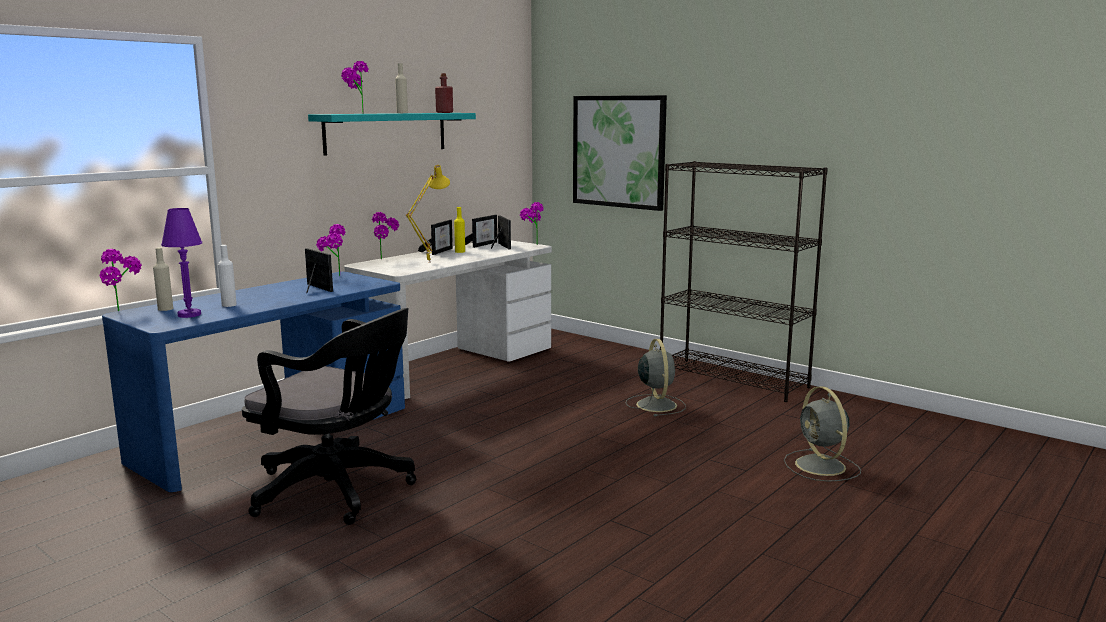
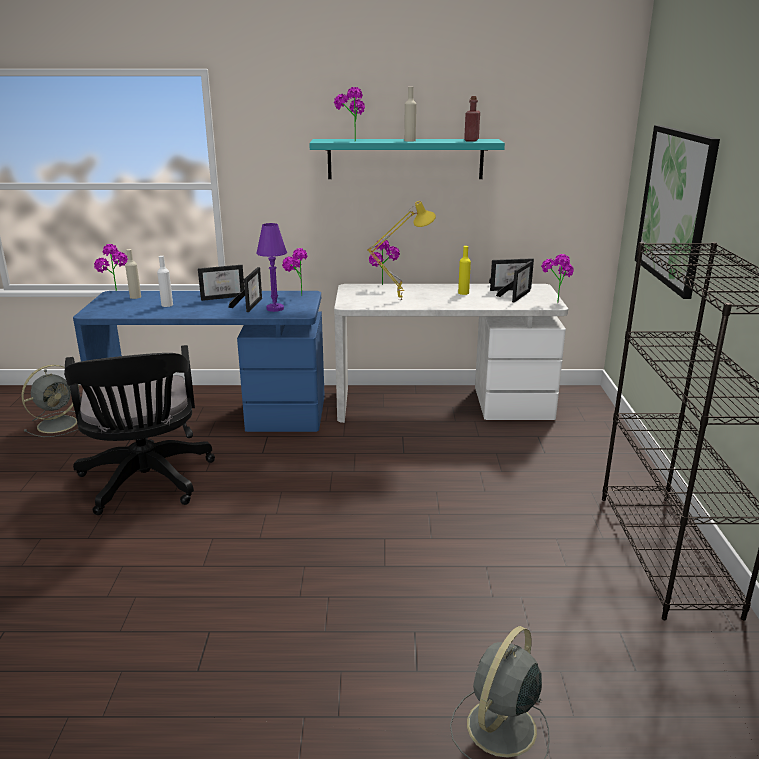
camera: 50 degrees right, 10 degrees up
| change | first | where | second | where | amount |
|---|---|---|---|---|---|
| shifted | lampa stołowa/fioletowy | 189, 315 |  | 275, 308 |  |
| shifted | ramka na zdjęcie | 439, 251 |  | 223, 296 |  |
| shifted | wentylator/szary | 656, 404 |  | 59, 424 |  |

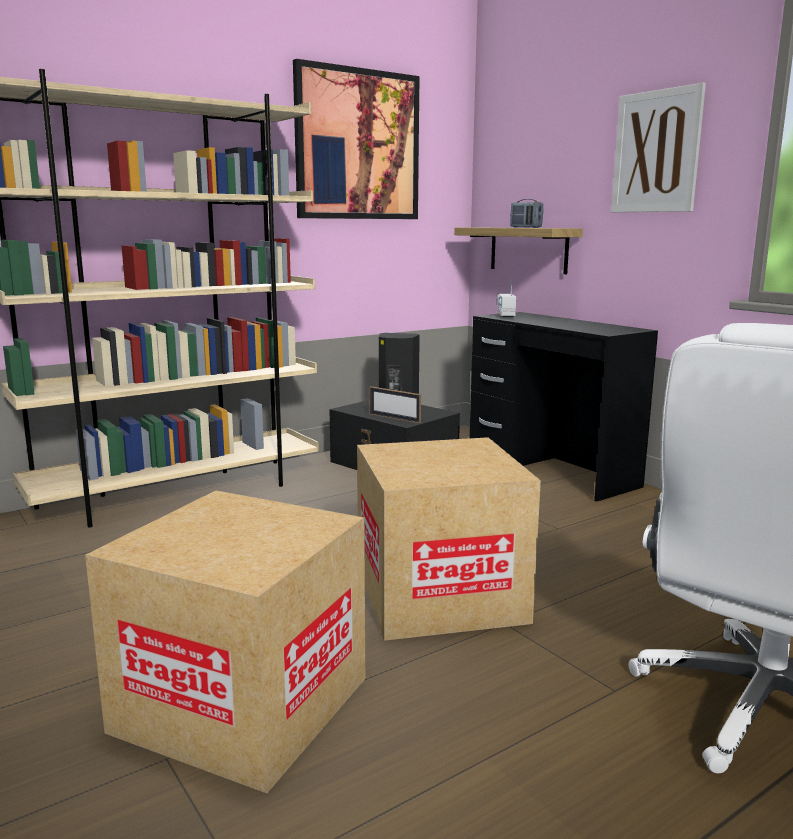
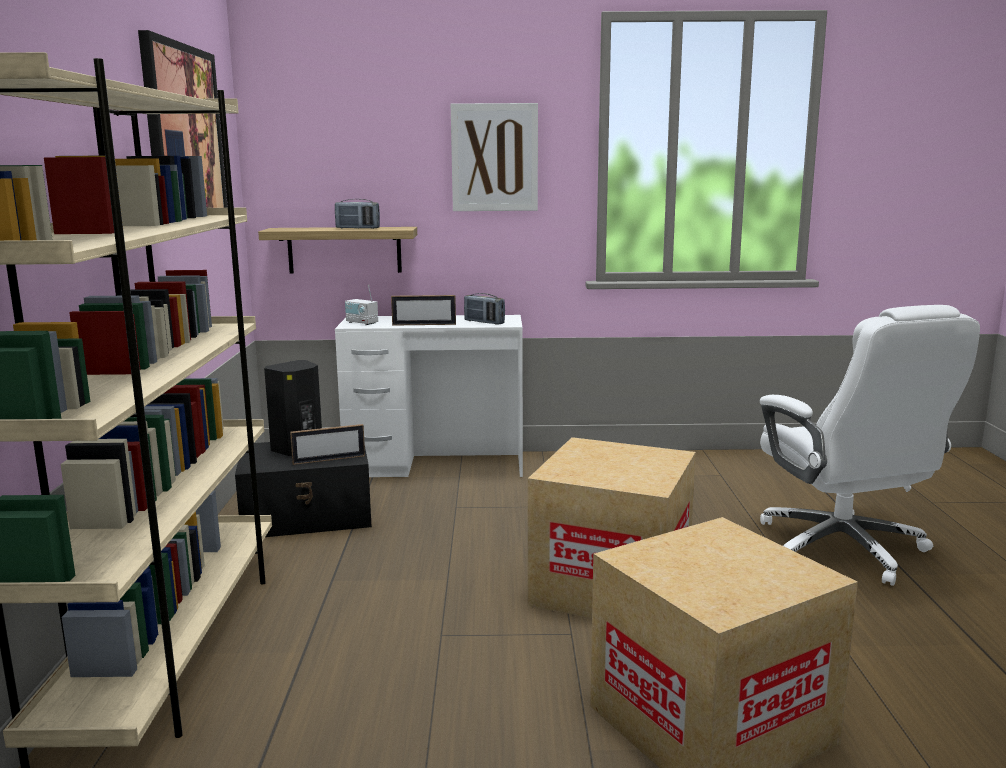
camera: 55 degrees left, 0 degrees up
| change | first | where | second | where | amount |
|---|---|---|---|---|---|
| repainted | biurko/czarny | 551, 469 | biurko/biały | 435, 465 |  |
| new |  |  | ramka na zdjęcie | 424, 324 |  |
| new |  |  | radio | 484, 322 |  |

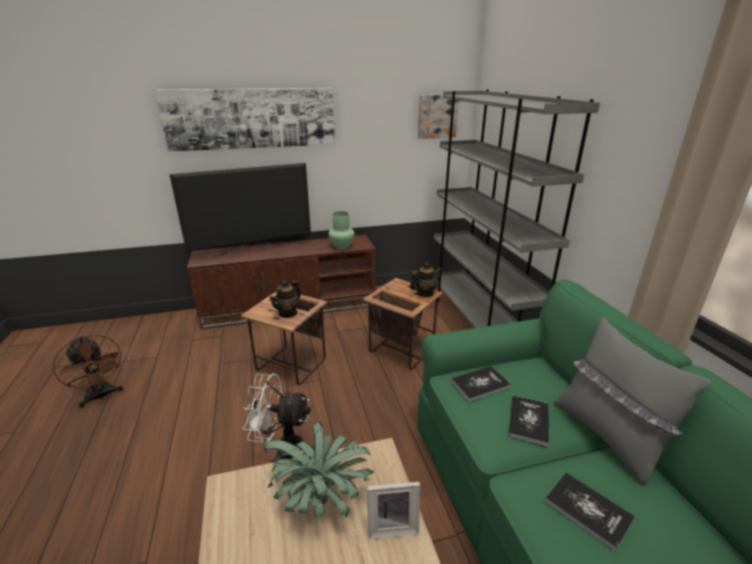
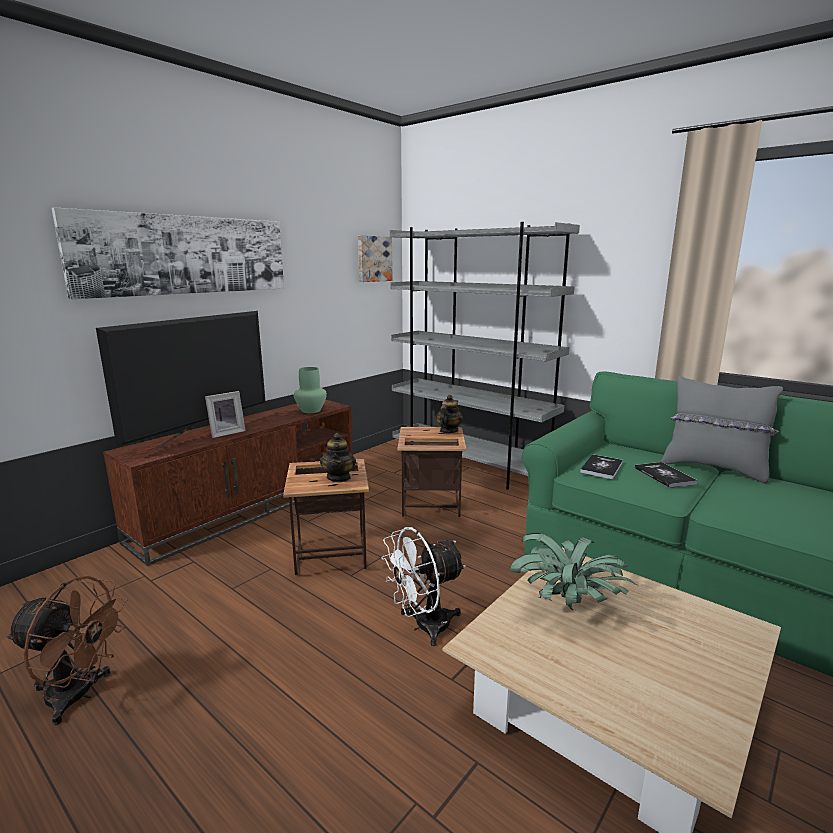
camera: 35 degrees left, 10 degrees down
| change | first | where | second | where | amount |
|---|---|---|---|---|---|
| shifted | ramka na zdjęcie | 392, 526 |  | 226, 433 |  |
| gone | książka | 588, 510 |  |  |  |

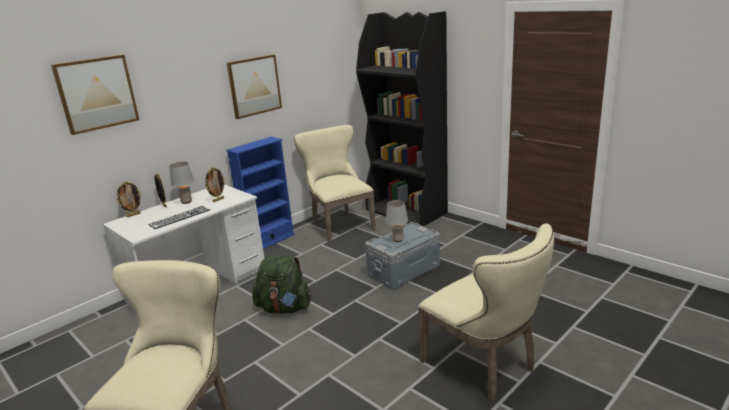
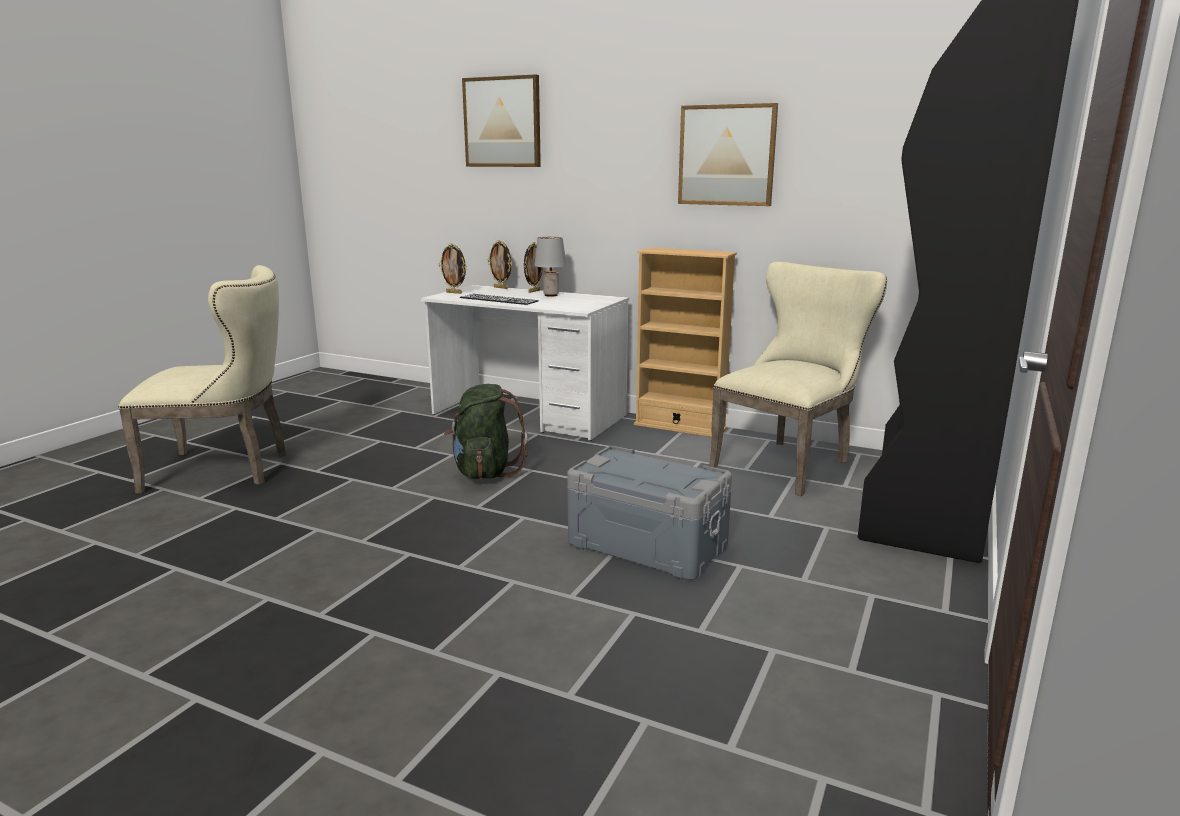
camera: 70 degrees right, 5 degrees down
| change | first | where | second | where | amount |
|---|---|---|---|---|---|
| shifted | ramka na zdjęcie | 218, 200 |  | 454, 293 |  |
| repainted | regał/niebieski | 269, 241 | regał/beżowy | 680, 427 |  |
| gone | lampa stołowa/szary | 398, 240 |  |  |  |
| gone | krzesło/beżowy | 484, 367 |  |  |  |

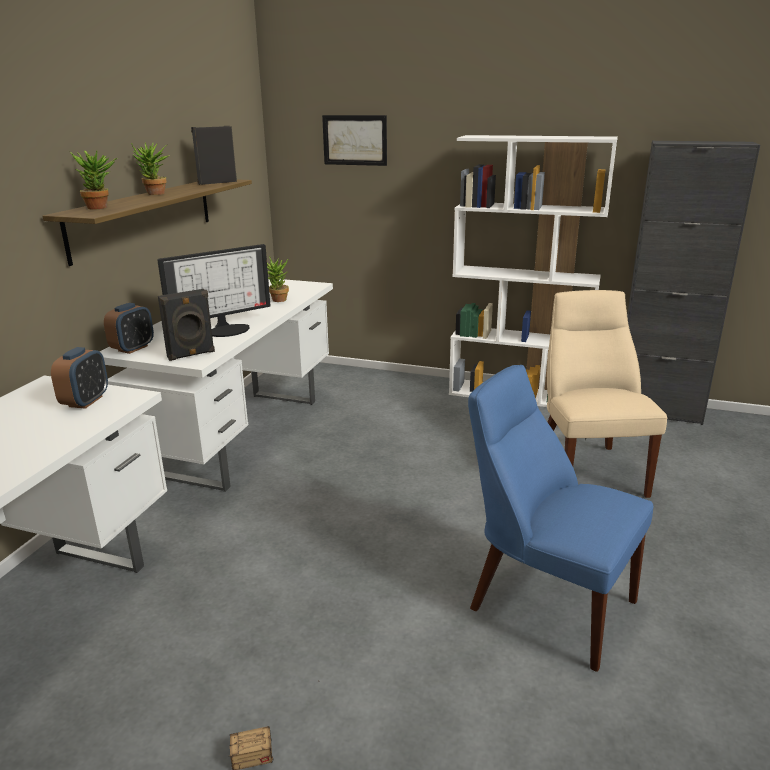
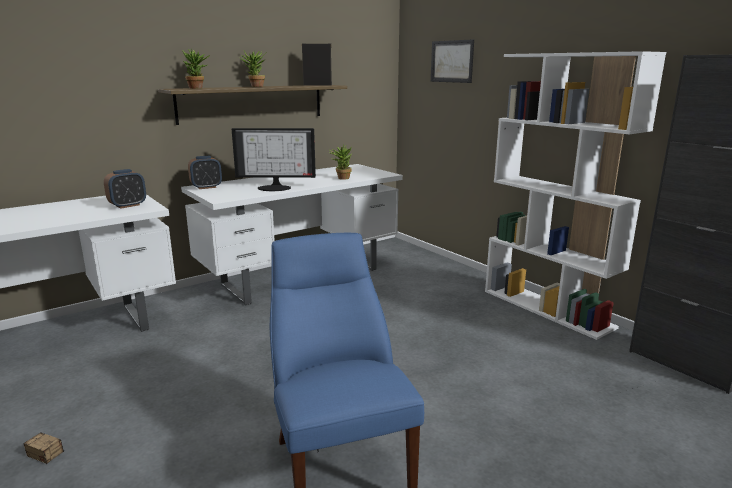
camera: 35 degrees right, 5 degrees down
| change | first | where | second | where | amount |
|---|---|---|---|---|---|
| gone | głośnik/czarny | 191, 355 |  |  |  |
| gone | krzesło/beżowy | 587, 469 |  |  |  |

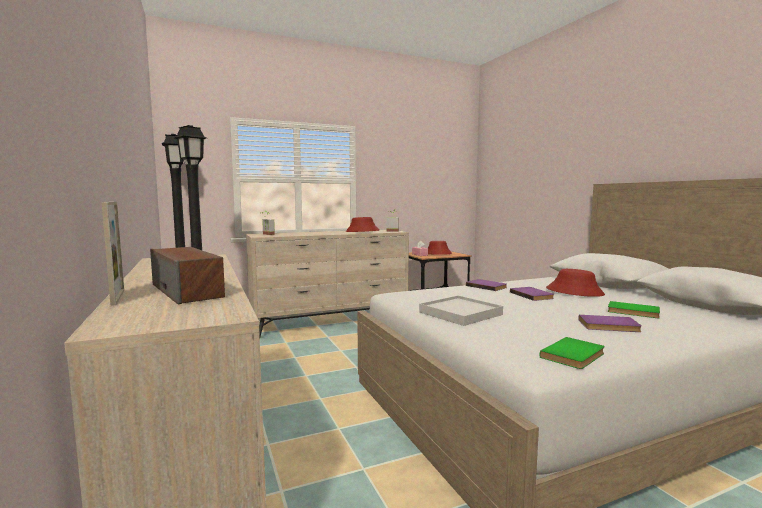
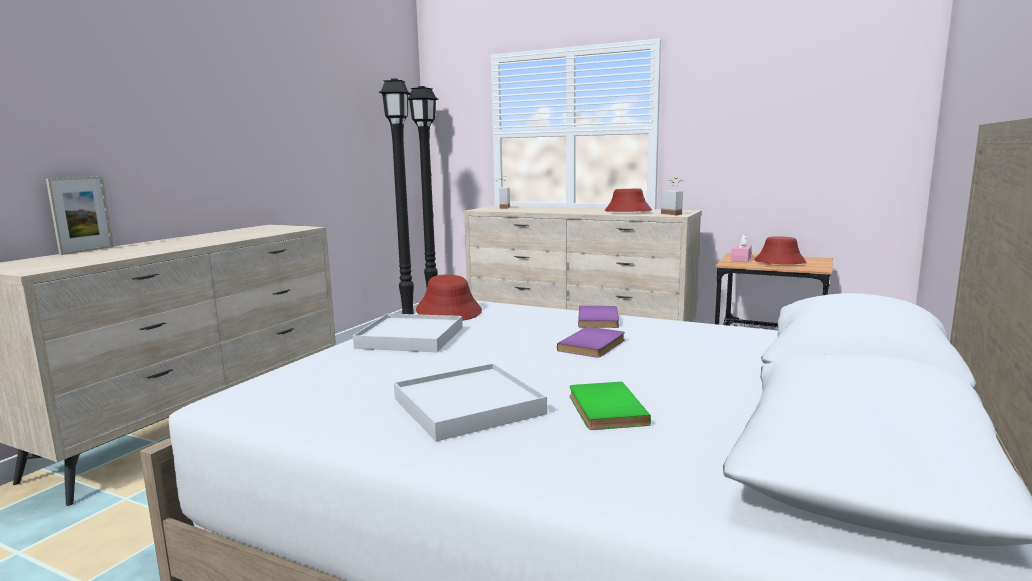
camera: 50 degrees right, 5 degrees up
| change | first | where | second | where | amount |
|---|---|---|---|---|---|
| gone | głośnik | 187, 290 |  |  |  |
| gone | książka/zielony | 575, 356 |  |  |  |
| shifted | kapelusz/czerwony | 574, 292 |  | 449, 311 |  |
| swapped | książka/fioletowy | 609, 326 | taca/biały | 467, 406 |  |

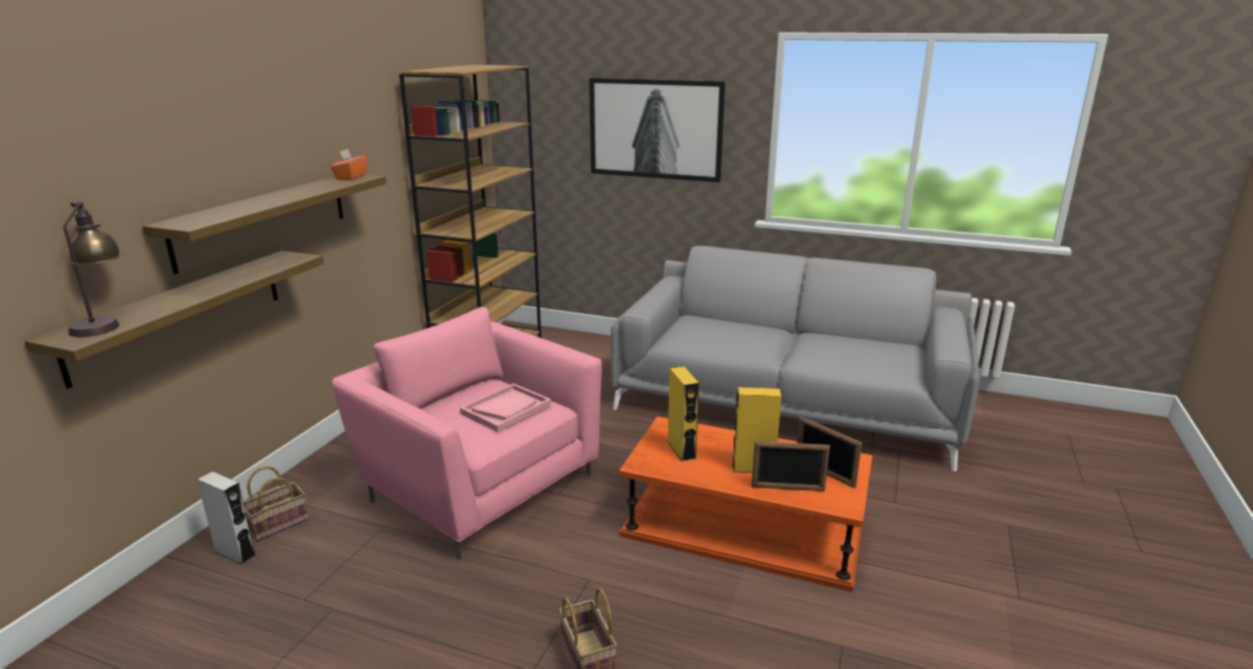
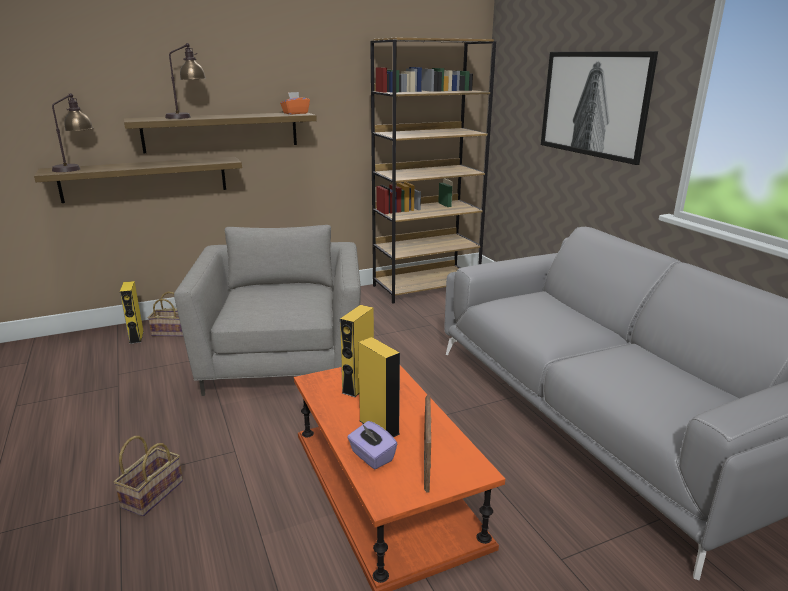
camera: 45 degrees right, 0 degrees up
| change | first | where | second | where | amount |
|---|---|---|---|---|---|
| repainted | głośnik/szary | 235, 553 | głośnik/żółty | 136, 337 |  |
| repainted | fotel/różowy | 479, 485 | fotel/szary | 283, 361 |  |
| gone | taca/różowy | 506, 409 |  |  |  |
| swapped | ramka na zdjęcie | 787, 488 | pudełko chusteczek/fioletowy | 371, 456 |  |
| new |  |  | lampa stołowa | 188, 117 |  |

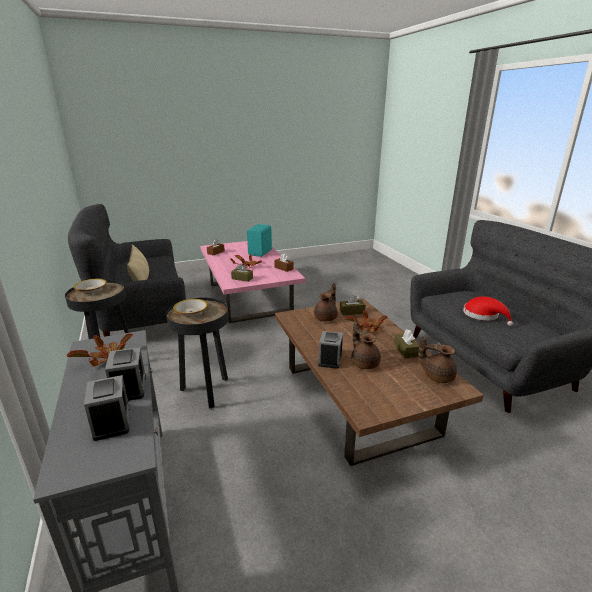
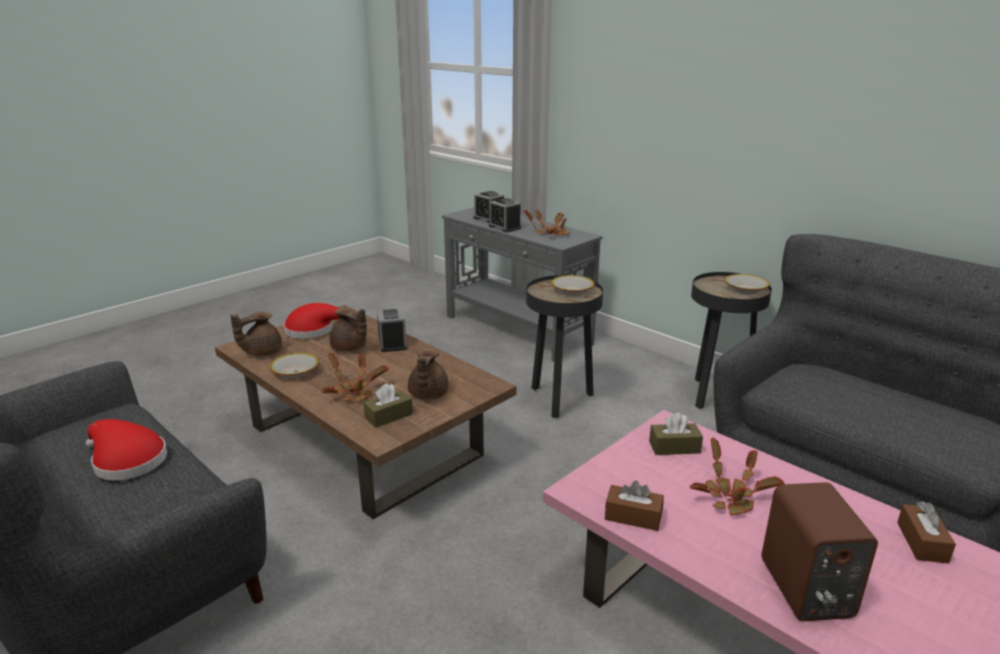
camera: 155 degrees right, 0 degrees up
| change | first | where | second | where | amount |
|---|---|---|---|---|---|
| gone | poduszka/beżowy | 141, 279 |  |  |  |
| repainted | głośnik/turkusowy | 261, 252 | głośnik/brązowy | 804, 590 |  |
| swapped | pudełko chusteczek/brązowy | 405, 350 | miska | 296, 372 |  |
| rotated | imbryk/brązowy | 437, 376 |  | 261, 352 | 135 degrees clockwise |
| new |  |  | kapelusz/czerwony | 314, 330 |  |

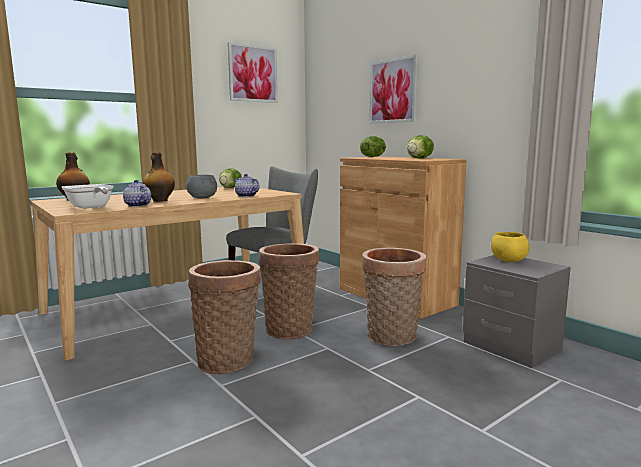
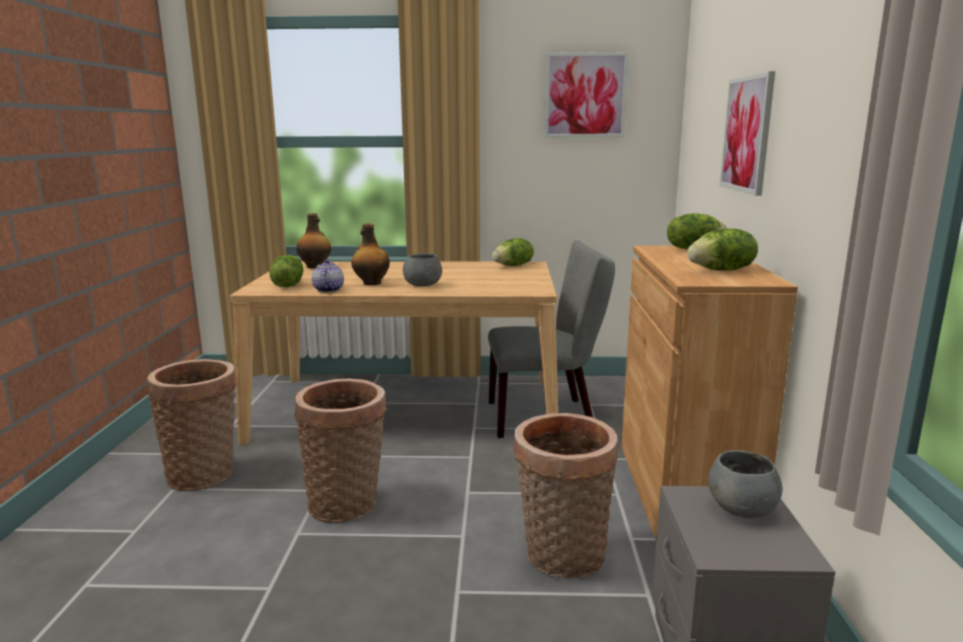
camera: 40 degrees right, 5 degrees up
| change | first | where | second | where | amount |
|---|---|---|---|---|---|
| swapped | patelnia | 91, 207 | sałata | 288, 285 |  |
| gone | imbryk | 245, 196 |  |  |  |
| shifted | koszyk | 290, 328 |  | 205, 474 |  |
| repainted | miska/żółty | 508, 260 | miska/szary | 742, 509 |  |

